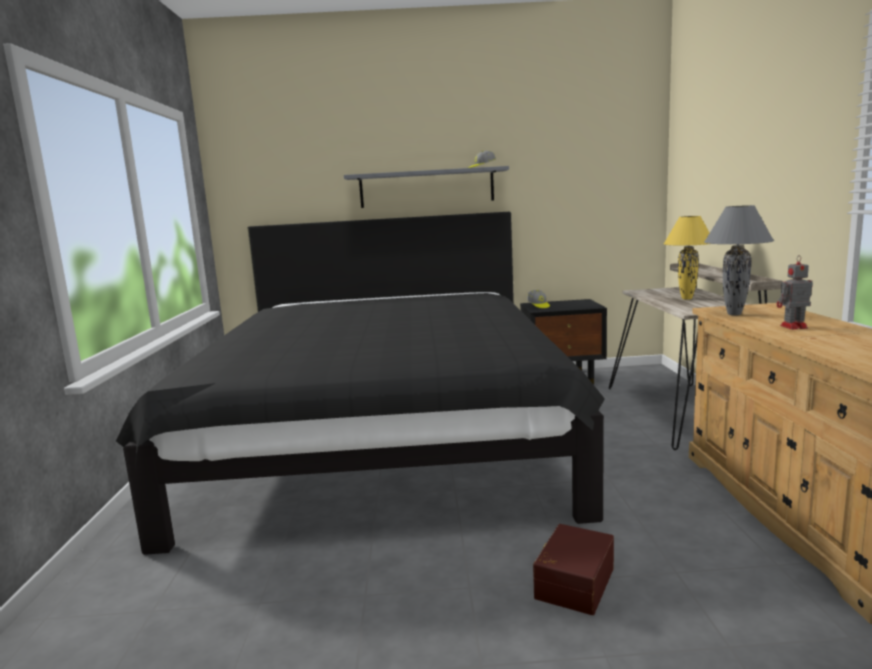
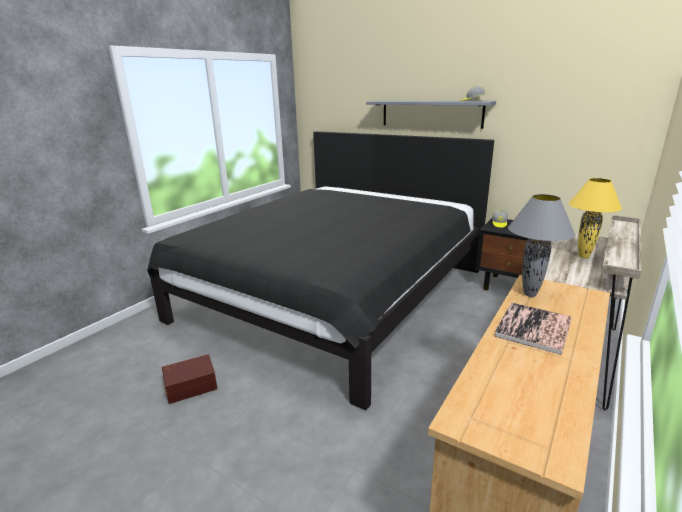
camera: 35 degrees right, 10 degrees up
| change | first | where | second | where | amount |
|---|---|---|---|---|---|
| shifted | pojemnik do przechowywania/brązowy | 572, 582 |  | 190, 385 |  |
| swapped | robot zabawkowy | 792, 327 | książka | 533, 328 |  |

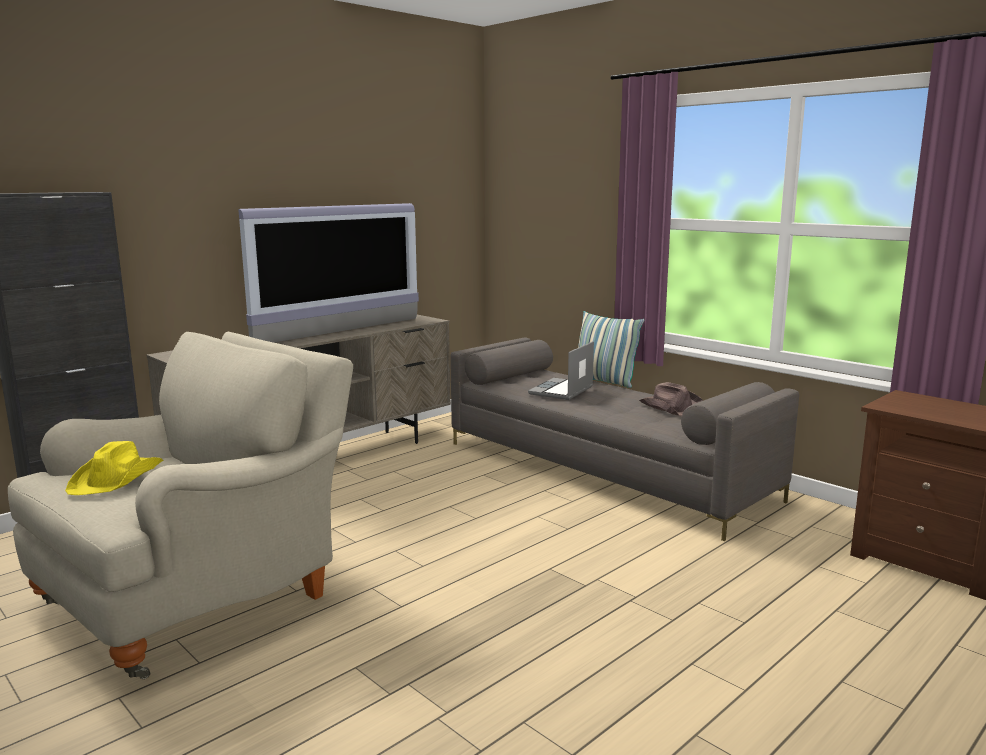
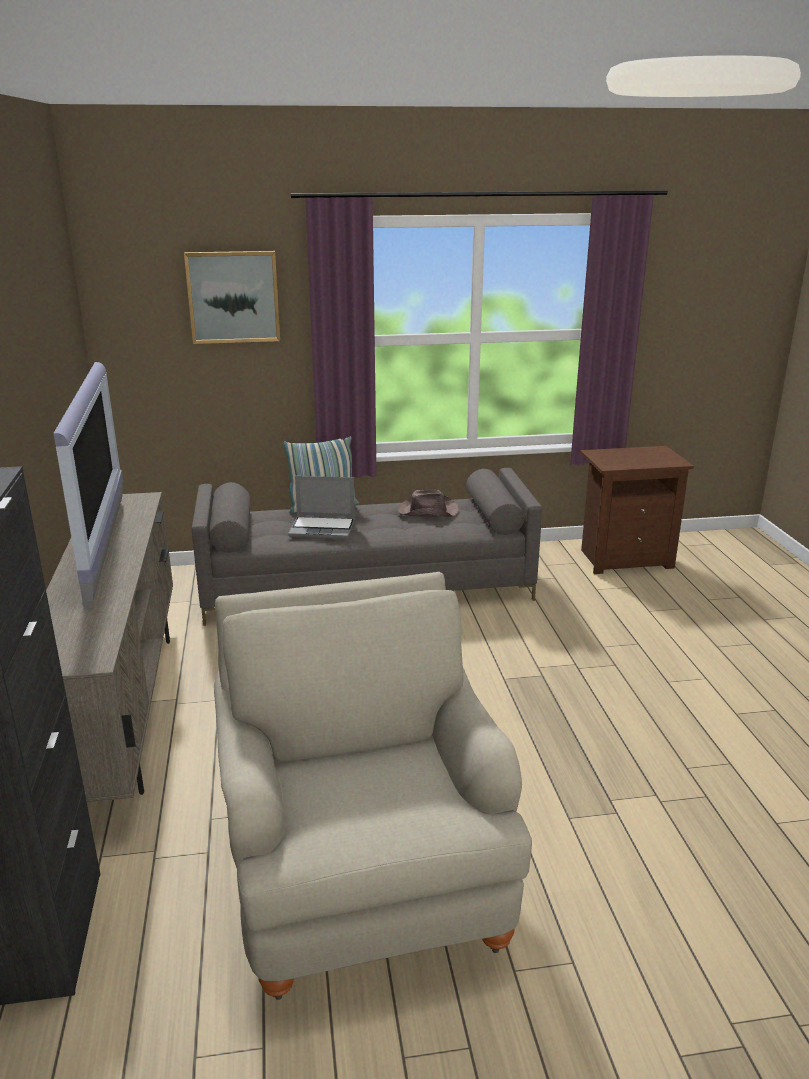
camera: 55 degrees left, 10 degrees up
| change | first | where | second | where | amount |
|---|---|---|---|---|---|
| gone | kapelusz/żółty | 118, 478 |  |  |  |
| rotated | laptop | 562, 391 |  | 323, 528 | 60 degrees counterclockwise |
| new |  |  | obraz | 233, 297 |  |

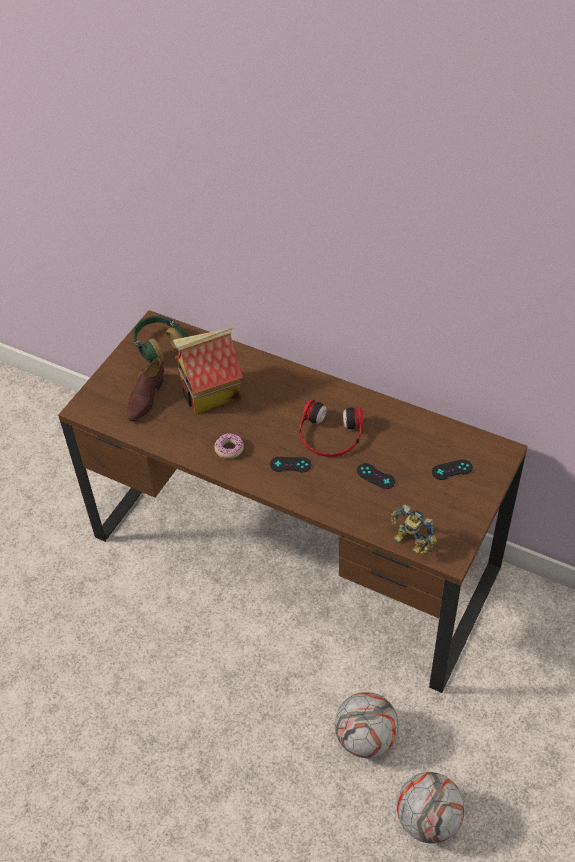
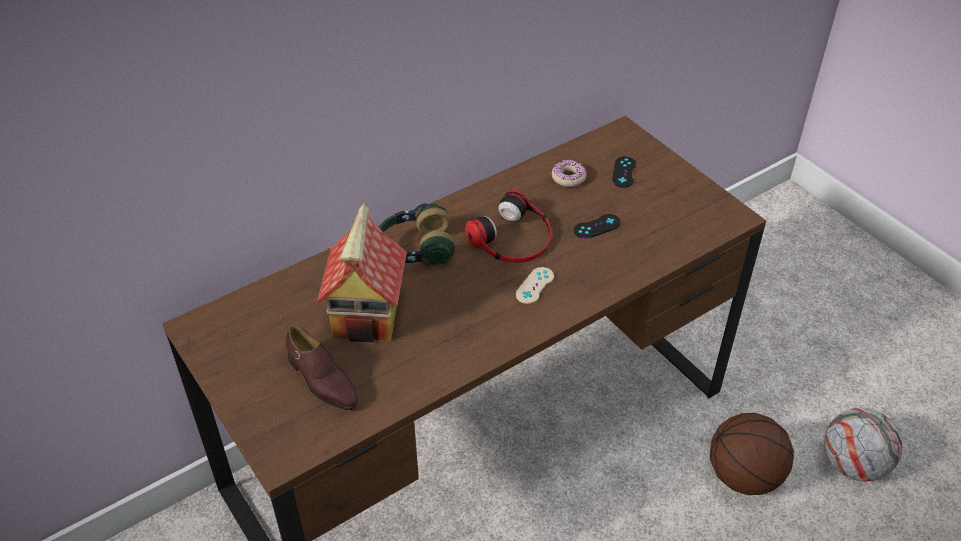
camera: 65 degrees left, 5 degrees down
| change | first | where | second | where | amount |
|---|---|---|---|---|---|
| shifted | słuchawki | 159, 346 |  | 415, 249 |  |
| shifted | donut | 229, 449 |  | 568, 177 |  |
| repainted | pad do gier/czarny | 290, 465 | pad do gier/beżowy | 534, 285 |  |
| swapped | piłka futbolowa | 366, 738 | piłka do koszykówki | 744, 476 |  |
| gone | robot zabawkowy | 410, 544 |  |  |  |

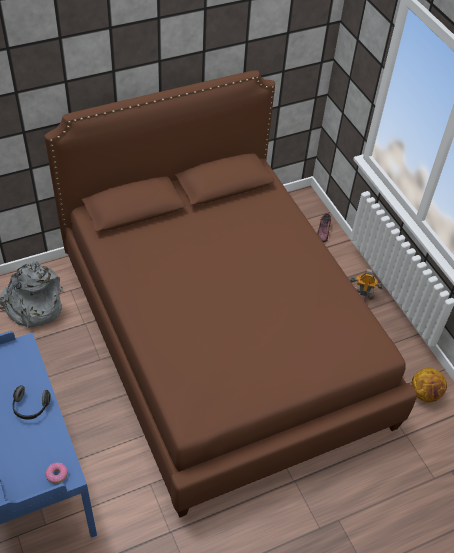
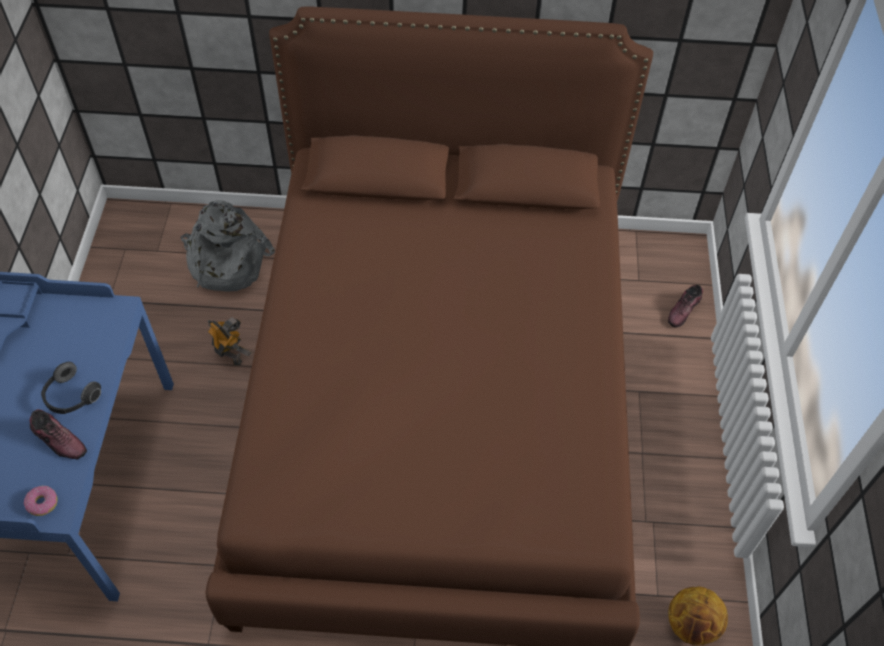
camera: 30 degrees right, 5 degrees up
| change | first | where | second | where | amount |
|---|---|---|---|---|---|
| shifted | robot zabawkowy | 362, 295 |  | 230, 354 |  |
| new |  |  | but | 59, 440 |  |

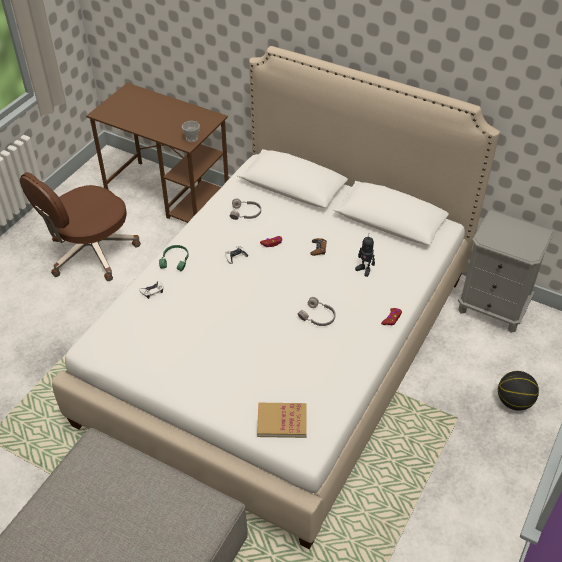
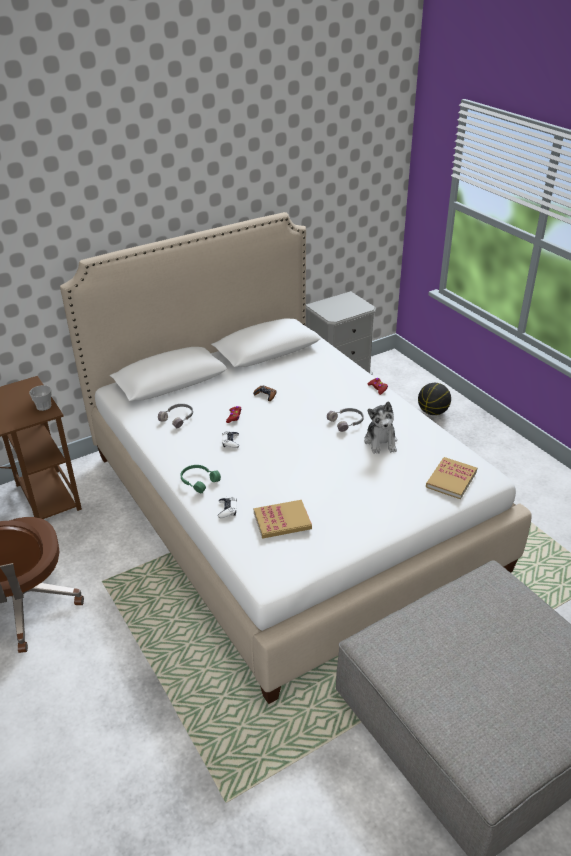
camera: 60 degrees left, 10 degrees down
| change | first | where | second | where | amount |
|---|---|---|---|---|---|
| gone | robot zabawkowy | 364, 269 |  |  |  |
| new |  |  | książka | 282, 521 |  |
| new |  |  | pluszak | 381, 442 |  |

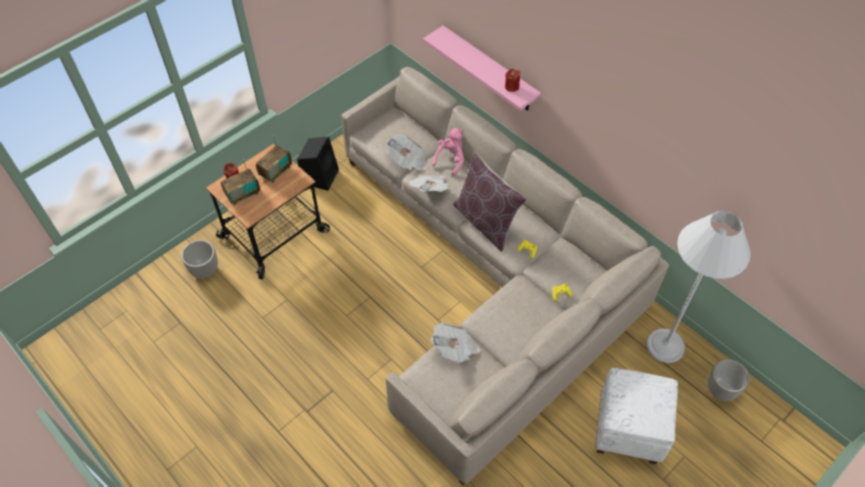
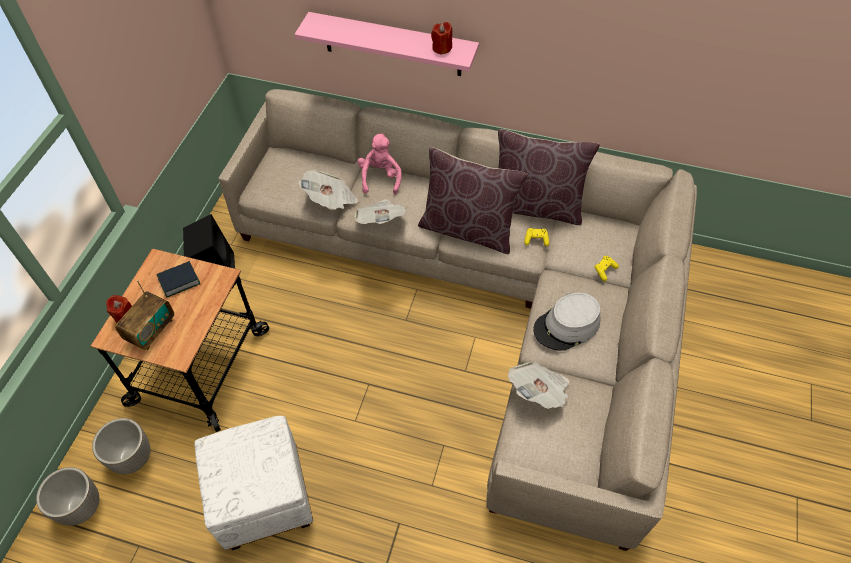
camera: 30 degrees left, 0 degrees up
| change | first | where | second | where | amount |
|---|---|---|---|---|---|
| swapped | radio | 276, 171 | książka | 179, 281 |  |
| shifted | pufa/biały | 629, 430 |  | 264, 499 |  |
| gone | lampa stojąca/biały | 665, 346 |  |  |  |
| shifted | donica | 721, 390 |  | 82, 507 |  |
| new |  |  | poduszka/brązowy | 535, 206 |  |
| new |  |  | kapelusz/szary | 567, 326 |  |

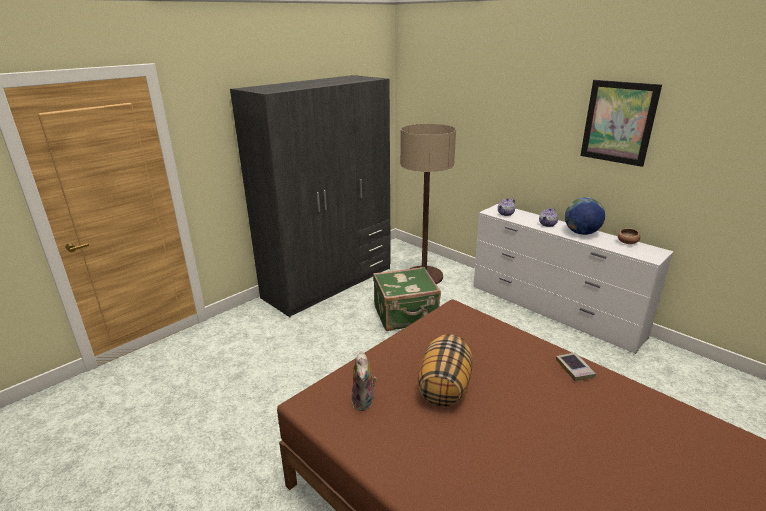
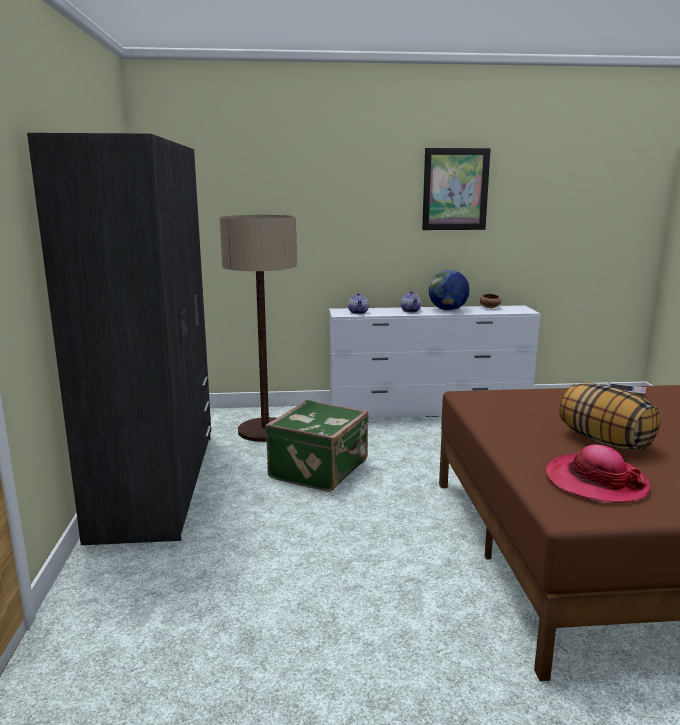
camera: 50 degrees left, 10 degrees down
| change | first | where | second | where | amount |
|---|---|---|---|---|---|
| swapped | pluszak | 364, 402 | kapelusz | 595, 482 |  |

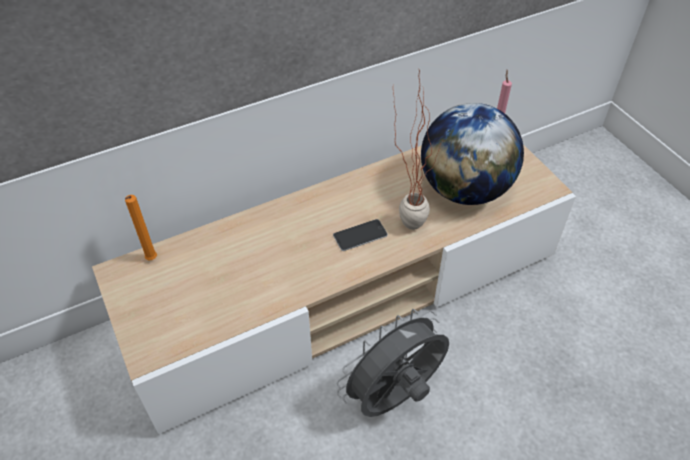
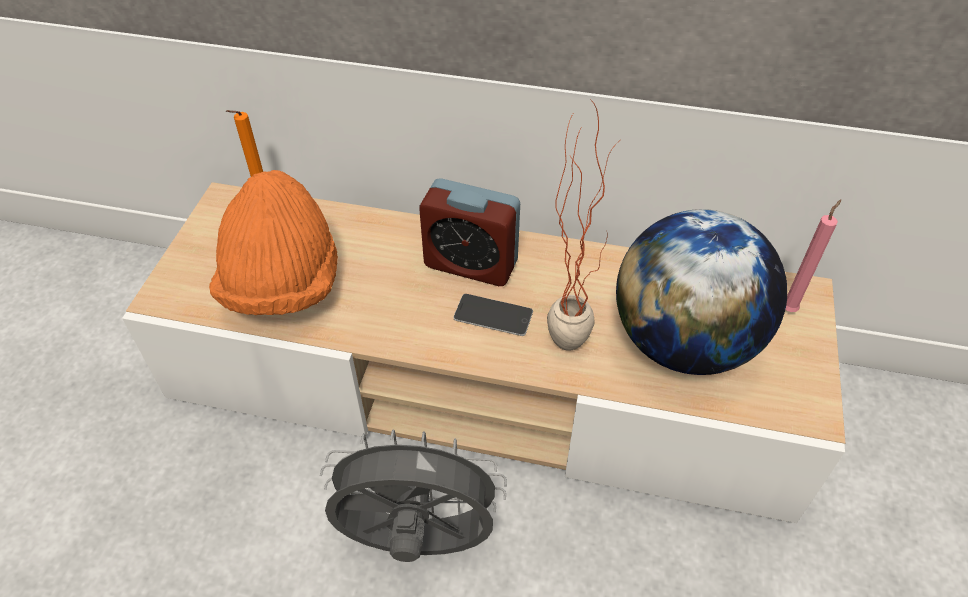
camera: 40 degrees right, 0 degrees up
| change | first | where | second | where | amount |
|---|---|---|---|---|---|
| new |  |  | kapelusz/pomarańczowy | 283, 285 |  |
| new |  |  | budzik | 471, 264 |  |

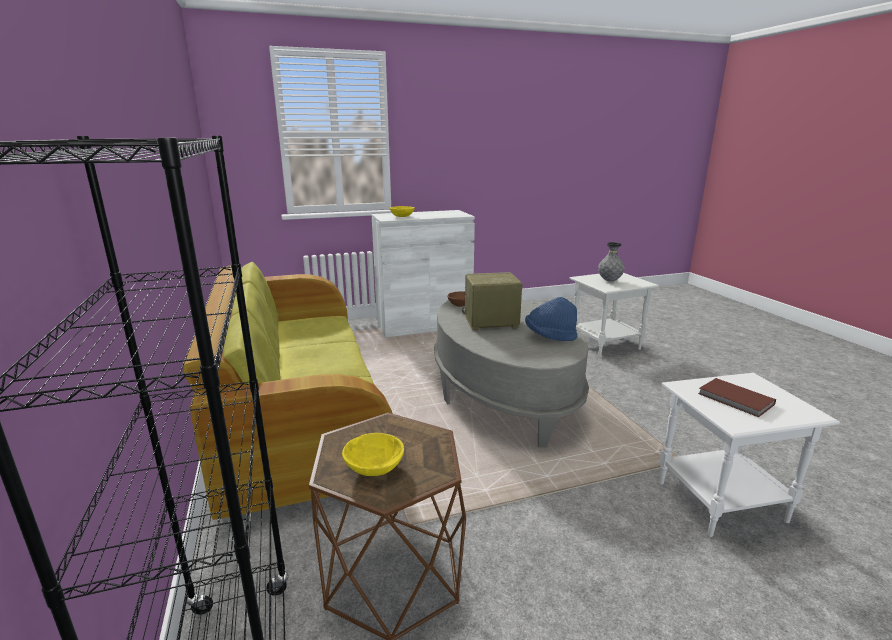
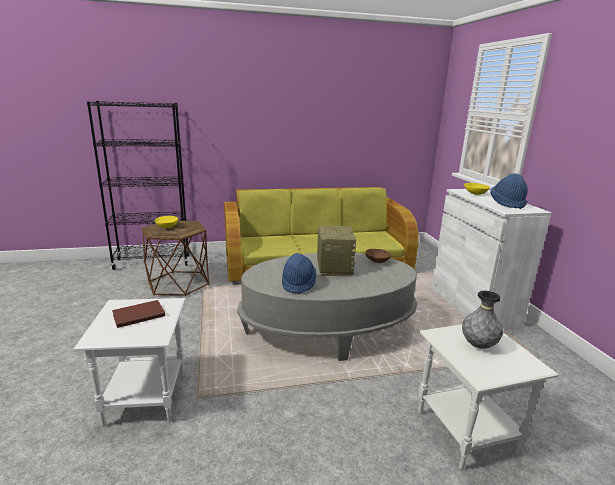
camera: 95 degrees right, 0 degrees up
| change | first | where | second | where | amount |
|---|---|---|---|---|---|
| new |  |  | kapelusz/niebieski | 507, 203 |  |

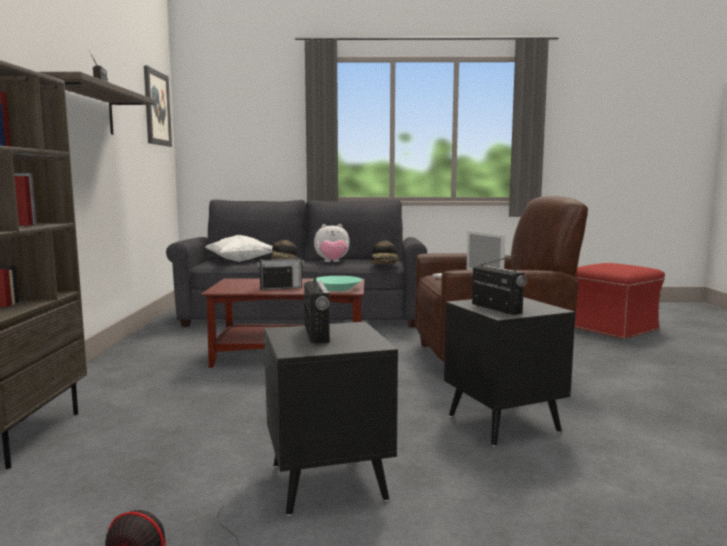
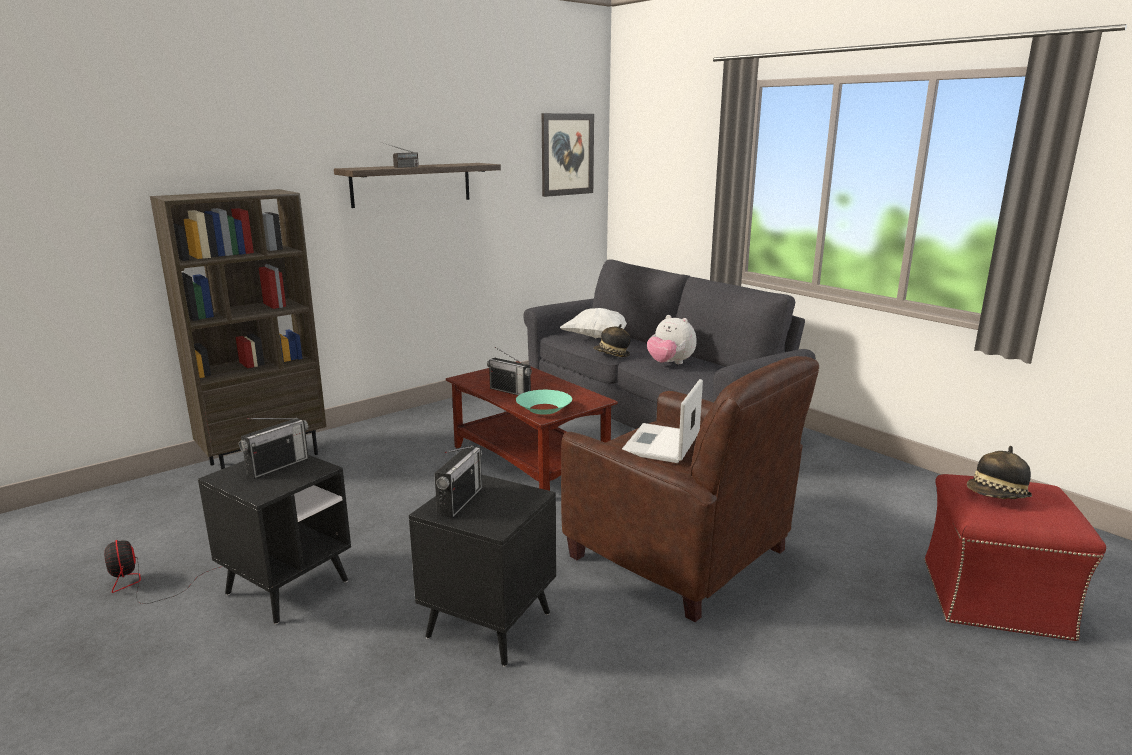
camera: 50 degrees right, 10 degrees up
| change | first | where | second | where | amount |
|---|---|---|---|---|---|
| shifted | kapelusz | 385, 265 |  | 997, 497 |  |

